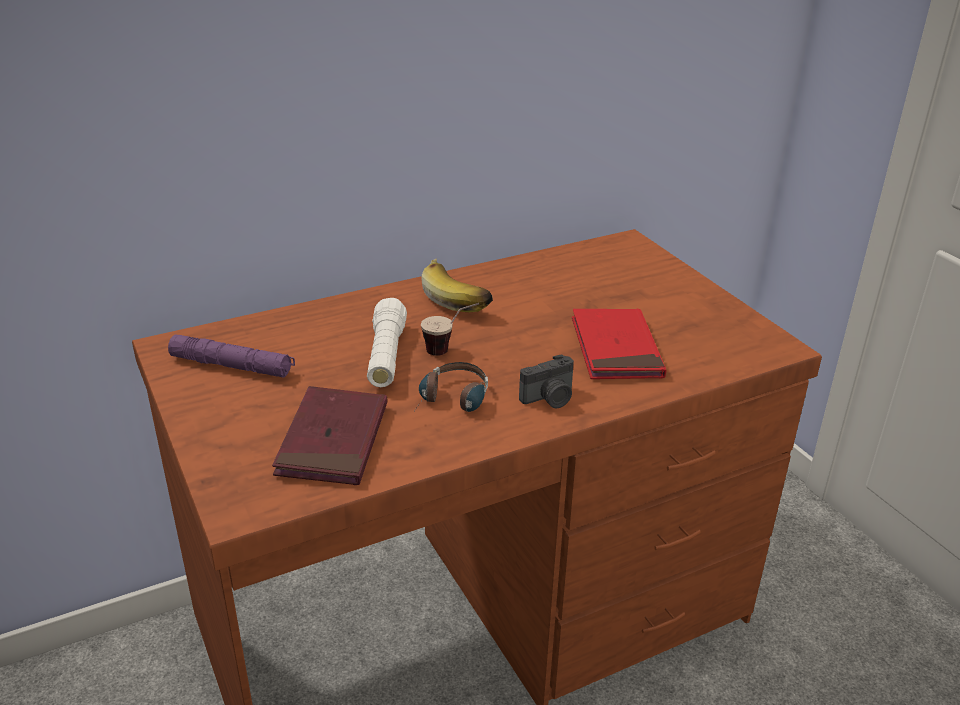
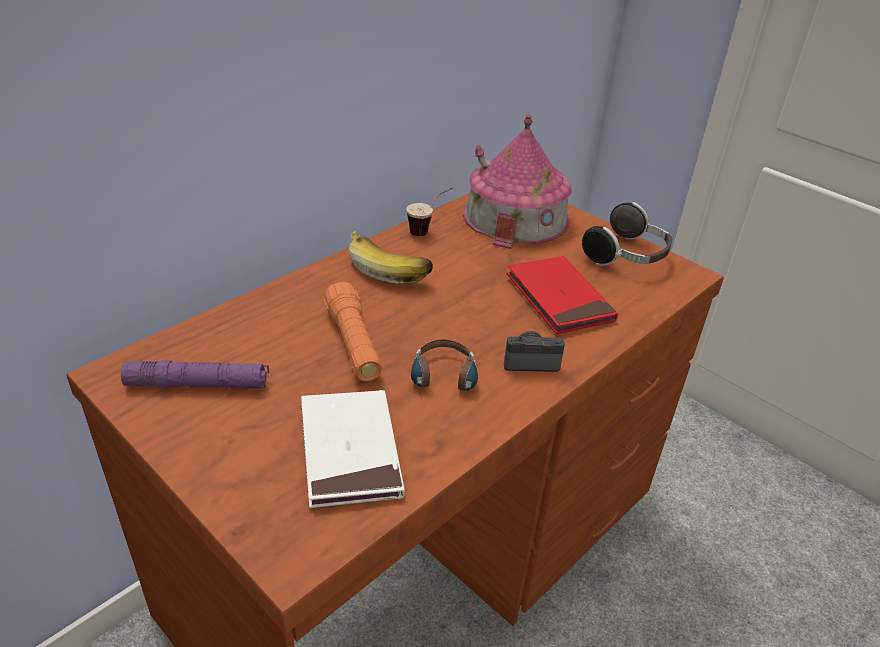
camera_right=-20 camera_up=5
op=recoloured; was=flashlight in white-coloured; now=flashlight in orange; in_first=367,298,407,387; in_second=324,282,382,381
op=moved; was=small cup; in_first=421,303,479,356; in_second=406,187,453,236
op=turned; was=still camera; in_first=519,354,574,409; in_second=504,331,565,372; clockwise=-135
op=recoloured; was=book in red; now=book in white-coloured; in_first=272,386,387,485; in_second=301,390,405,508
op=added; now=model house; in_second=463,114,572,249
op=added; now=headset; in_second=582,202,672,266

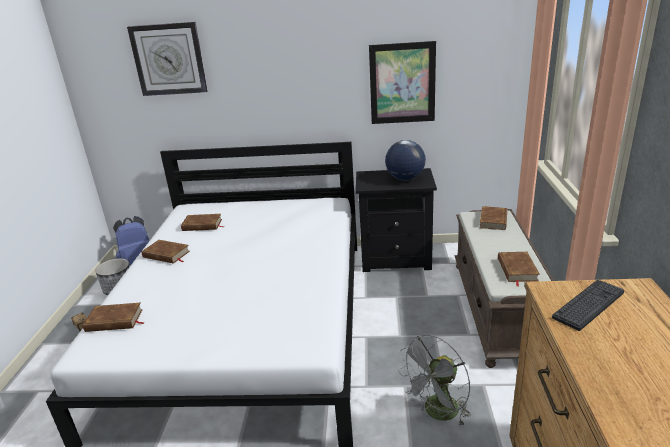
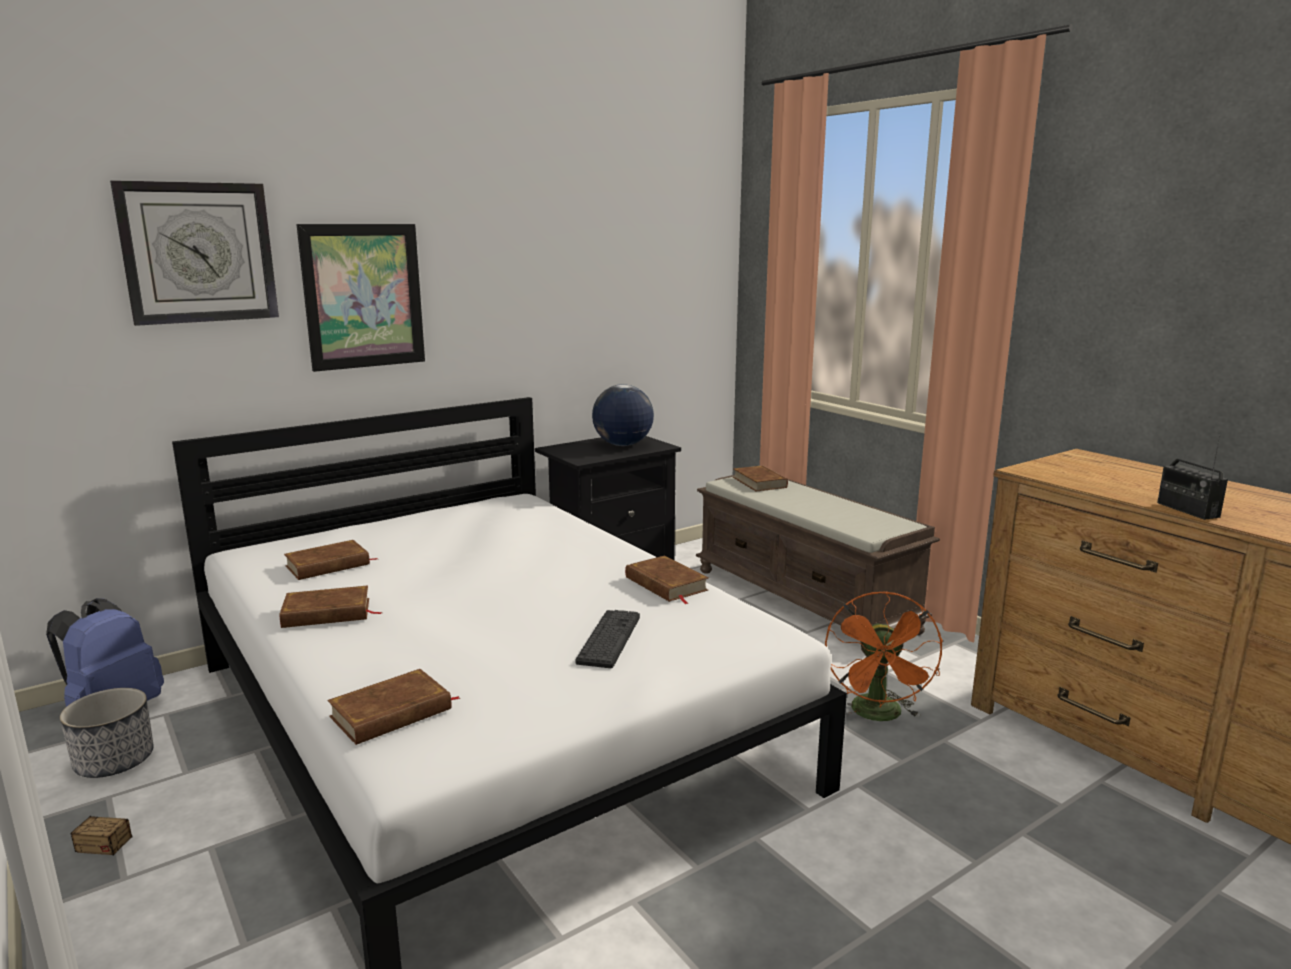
camera_right=-40 camera_up=-10
op=moved; was=wall art; in_first=369,41,436,124; in_second=296,224,425,372
op=moved; was=book in brownish; in_first=498,252,540,287; in_second=625,555,709,604
op=moved; was=computer keyboard; in_first=552,280,624,331; in_second=576,610,640,668
op=recoloured; was=cooling fan in gray; now=cooling fan in orange; in_first=398,335,471,427; in_second=825,591,943,721
op=added; now=radio receiver; in_second=1157,435,1228,520

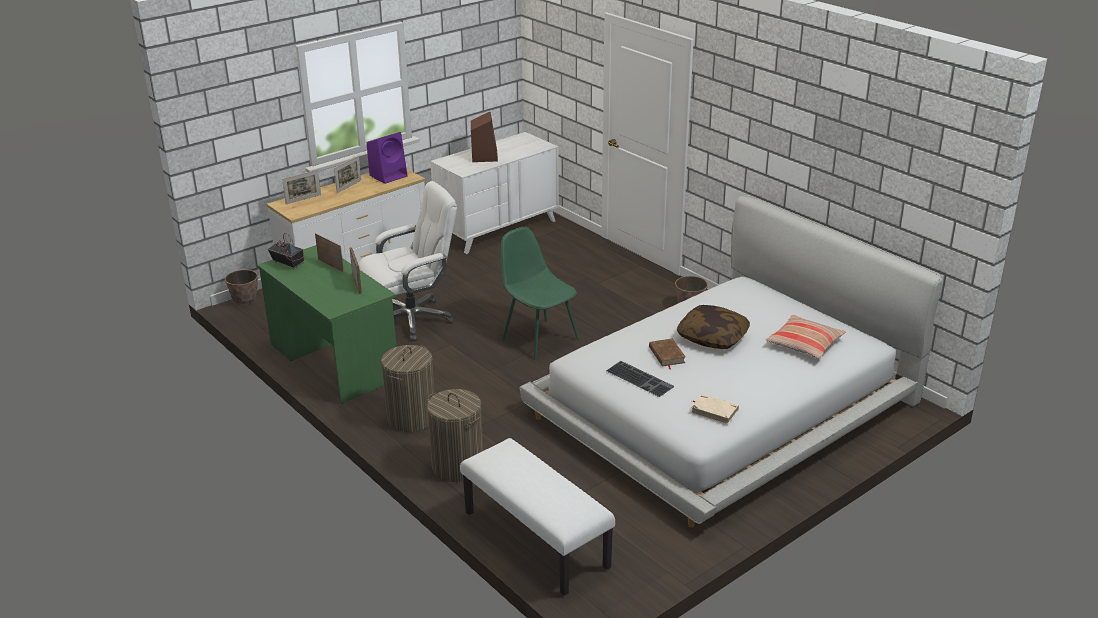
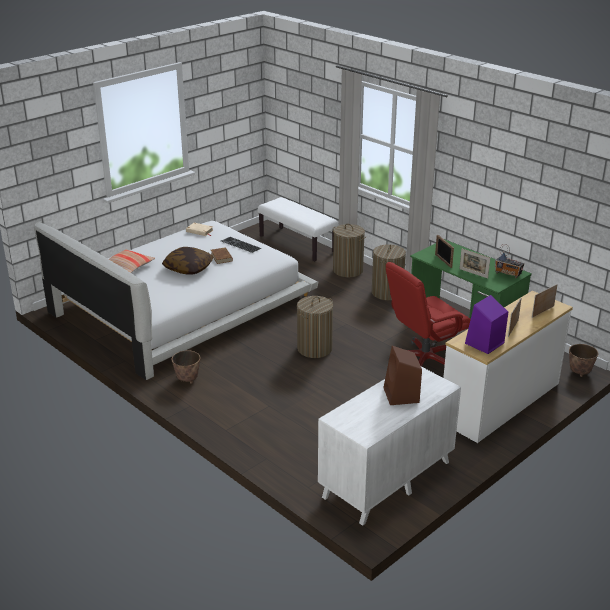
camera_right=175 camera_up=0
op=recoloured; was=office chair in white-coloured; now=office chair in red; in_first=358,181,457,341; in_second=386,262,471,367
op=replaced; was=chair in green; now=laundry basket; in_first=501,227,580,360; in_second=297,296,333,358

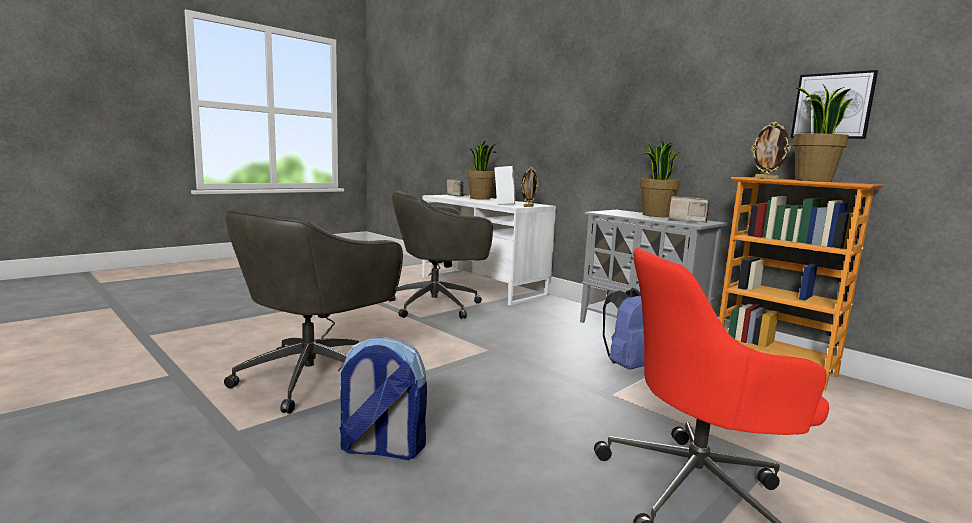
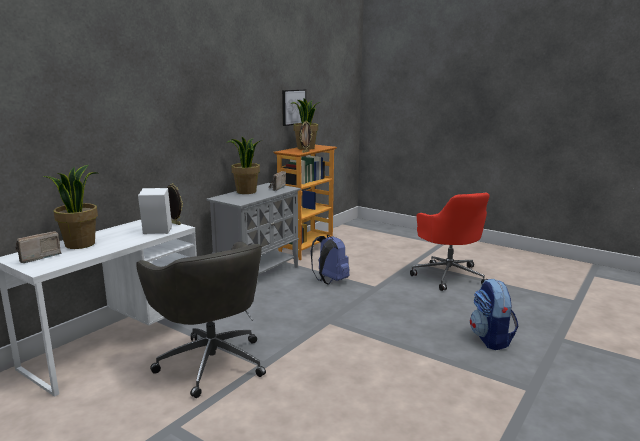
camera_right=-100 camera_up=5
op=removed; was=office chair in gray; in_first=224,209,403,414

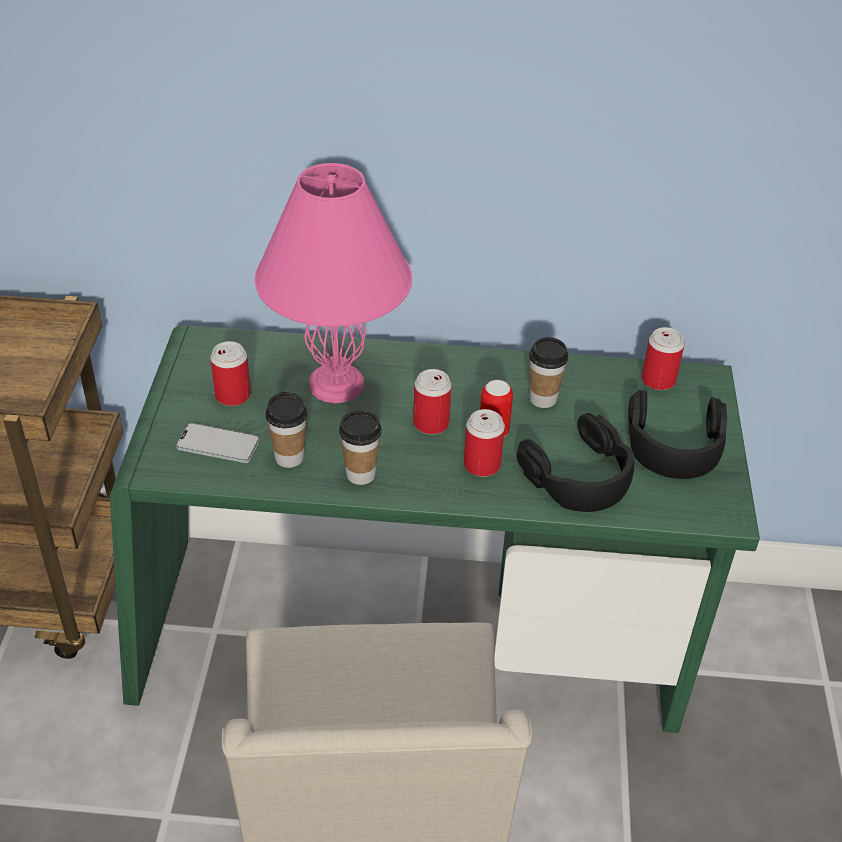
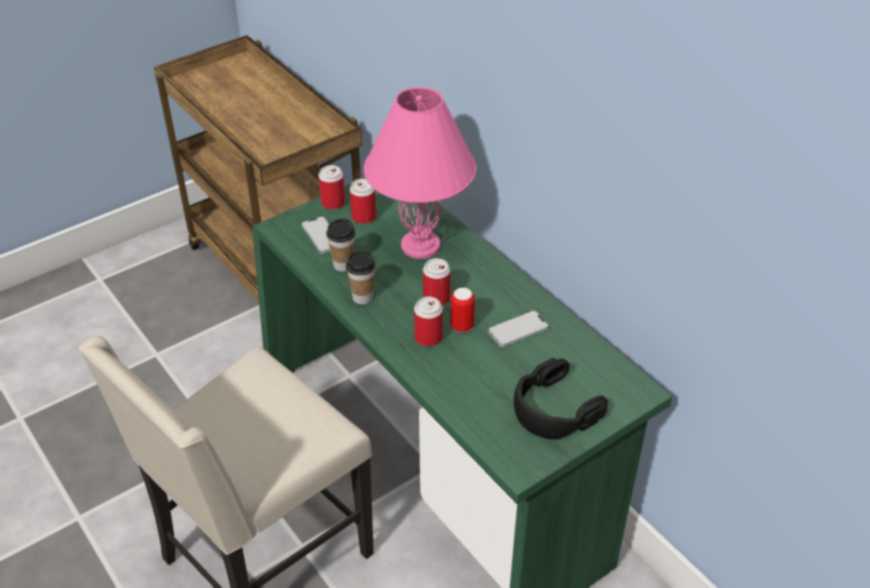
camera_right=50 camera_up=0
op=moved; was=metal can; in_first=642,327,685,390; in_second=318,165,345,210
op=replaced; was=small cup; now=phone; in_first=529,337,568,408; in_second=488,310,549,347
op=removed; was=headset in black-coloured; in_first=516,413,634,512

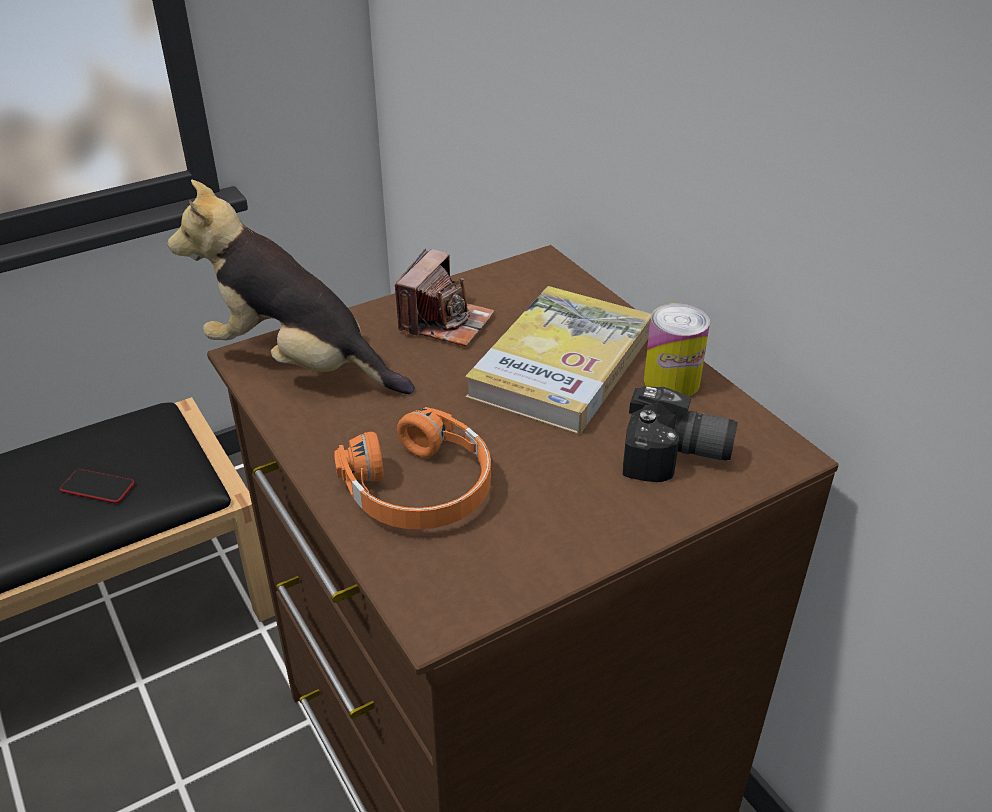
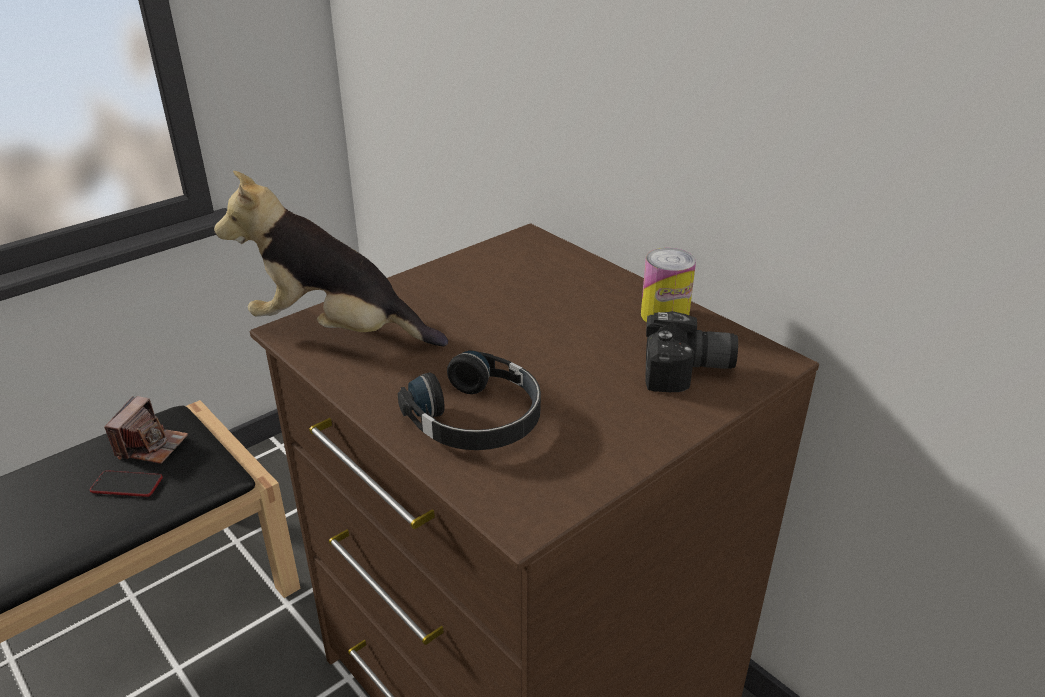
camera_right=-10 camera_up=-5
op=moved; was=still camera; in_first=395,248,495,347; in_second=104,396,188,464
op=removed; was=book; in_first=465,286,651,434
op=recoloured; was=headset in orange; now=headset in black-coloured; in_first=335,407,491,529; in_second=397,350,541,450

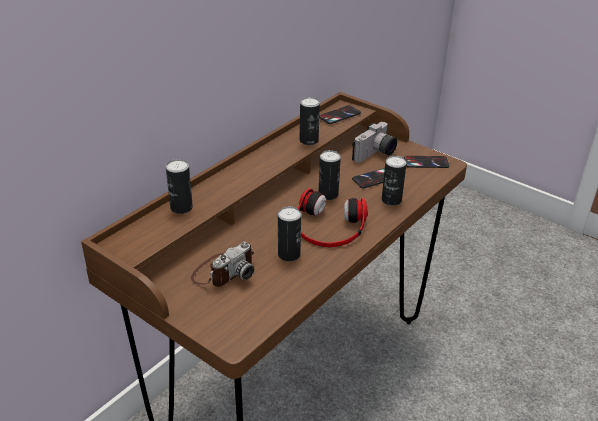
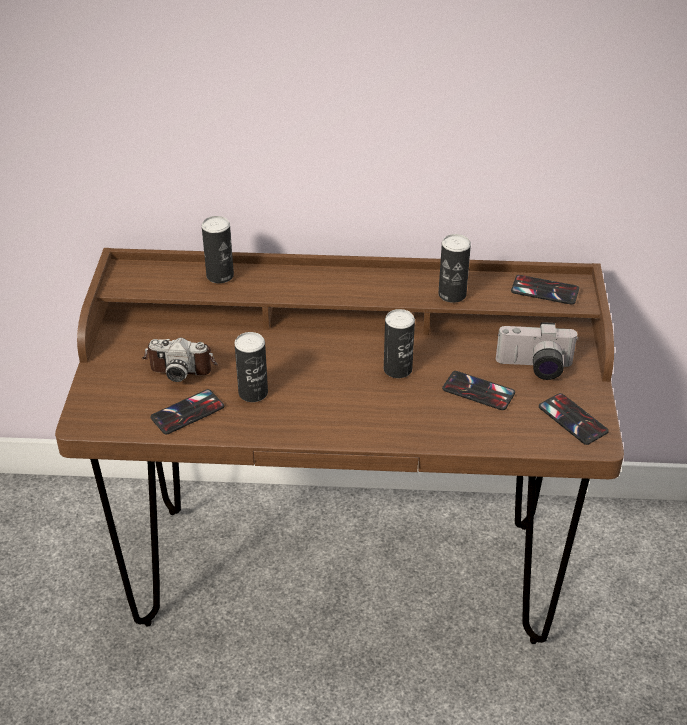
camera_right=55 camera_up=5
op=removed; was=metal can; in_first=382,156,407,206
op=removed; was=headset; in_first=297,189,368,247
op=added; now=phone; in_second=150,389,224,435

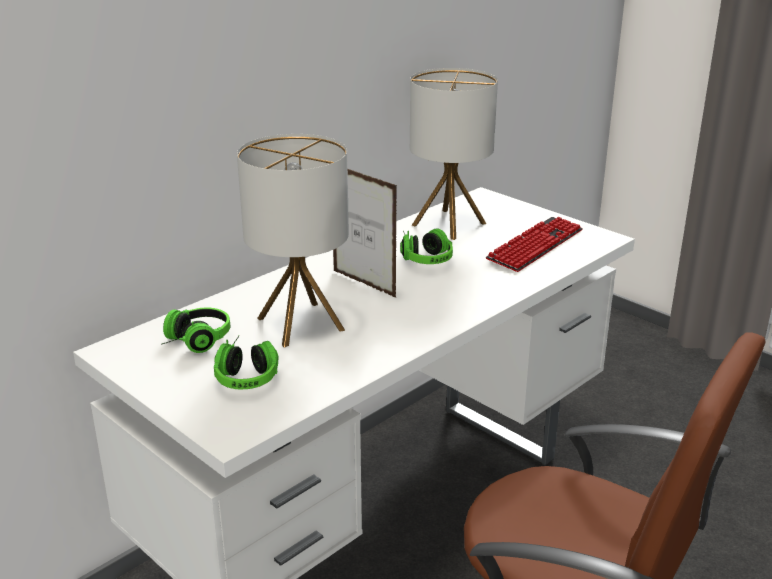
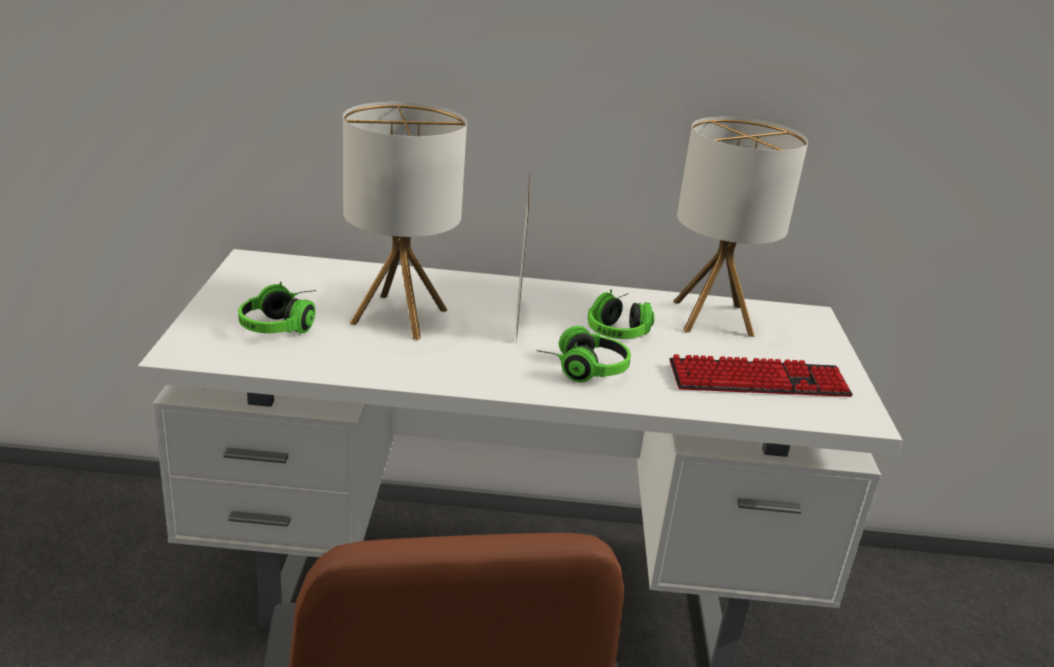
camera_right=45 camera_up=0
op=moved; was=headset; in_first=161,308,230,353; in_second=537,326,631,382

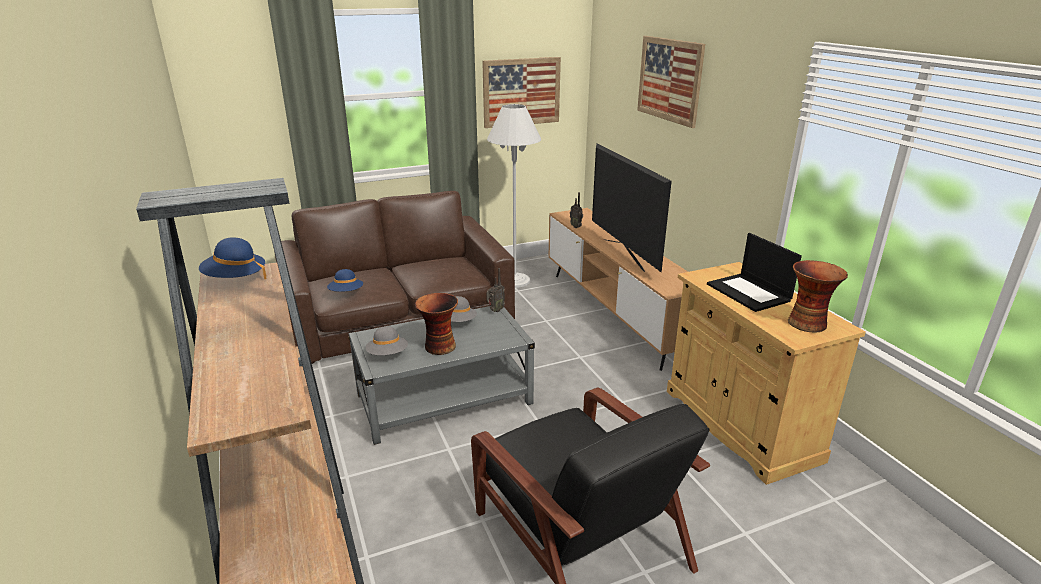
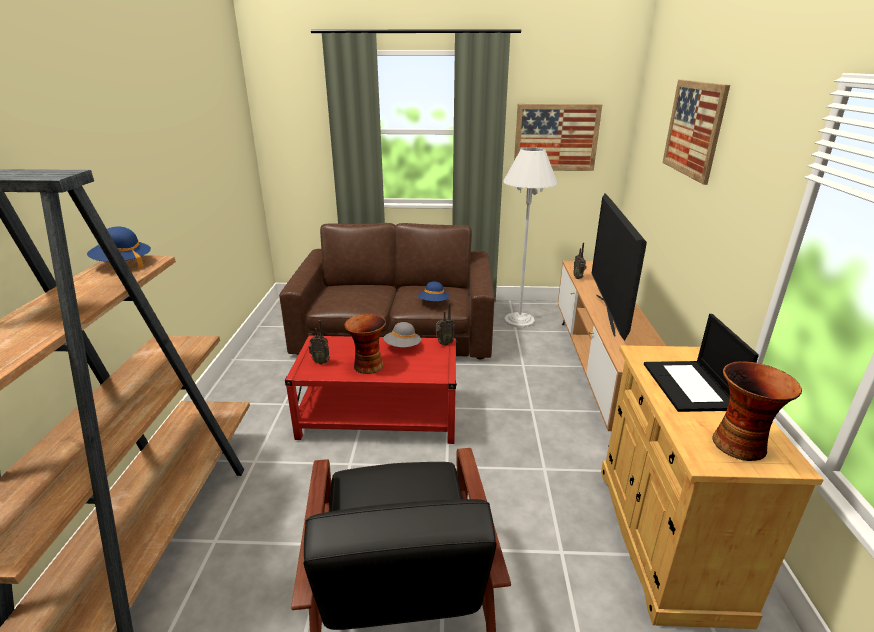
camera_right=25 camera_up=0
op=moved; was=hat in blue; in_first=327,269,363,292; in_second=418,281,449,301
op=recoloured; was=coffee table in gray; now=coffee table in red; in_first=348,306,535,445; in_second=285,336,457,444
op=replaced; was=hat in gray; now=radio receiver; in_first=366,326,408,355; in_second=308,320,330,365

